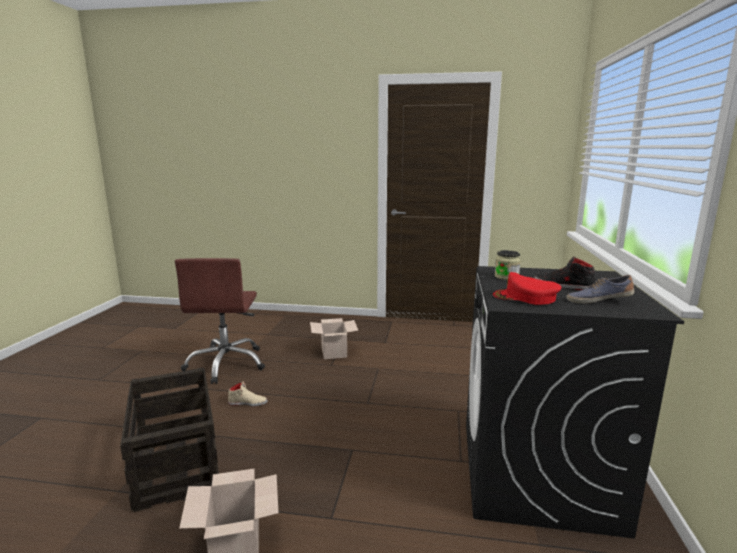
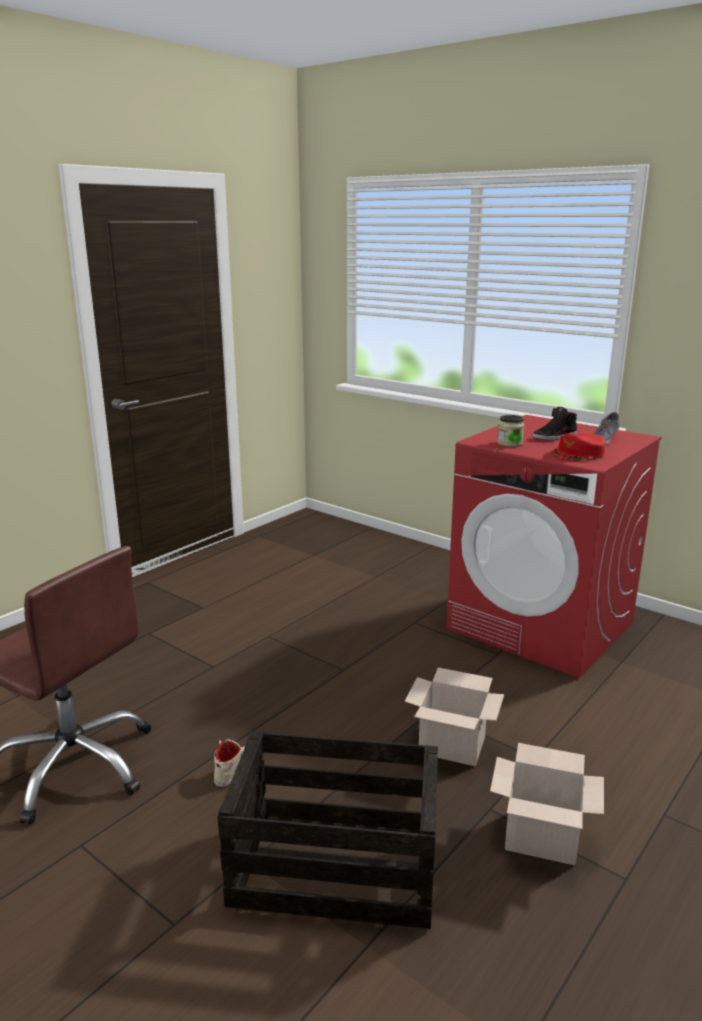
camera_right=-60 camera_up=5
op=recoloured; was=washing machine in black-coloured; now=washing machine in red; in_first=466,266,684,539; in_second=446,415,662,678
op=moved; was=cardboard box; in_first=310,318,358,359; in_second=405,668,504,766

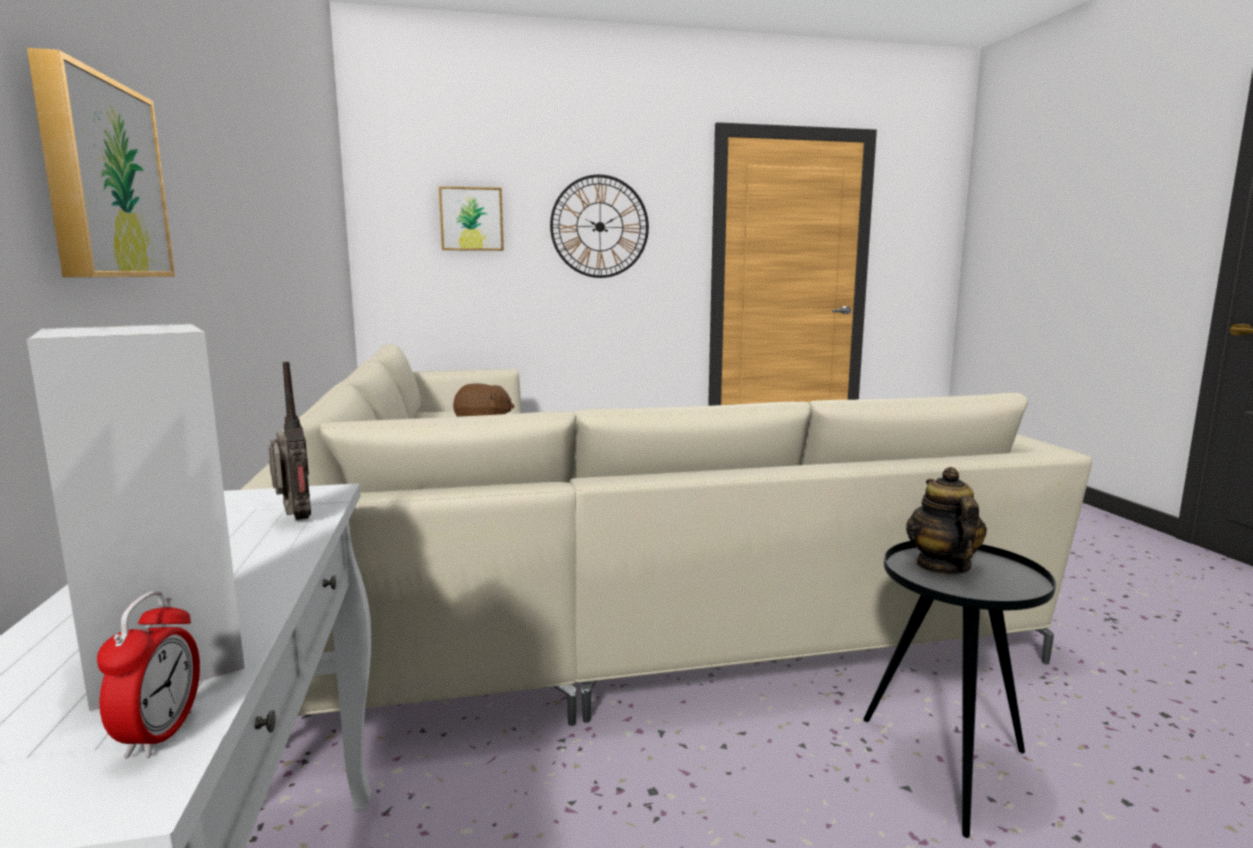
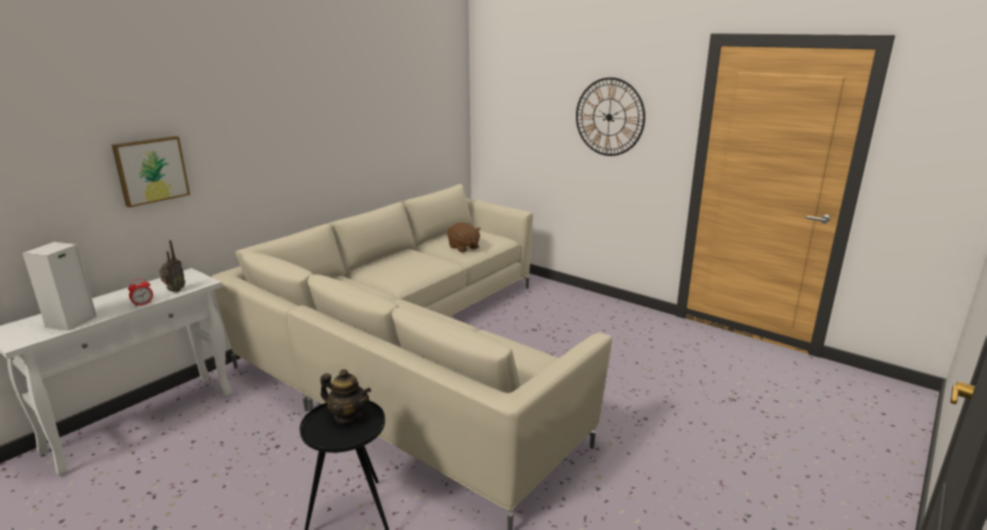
camera_right=50 camera_up=10
op=removed; was=wall art; in_first=439,186,504,251
op=turned; was=teapot; in_first=906,467,987,575; in_second=320,369,371,424; clockwise=60
op=moved; was=table clock; in_first=97,591,200,759; in_second=128,278,153,307

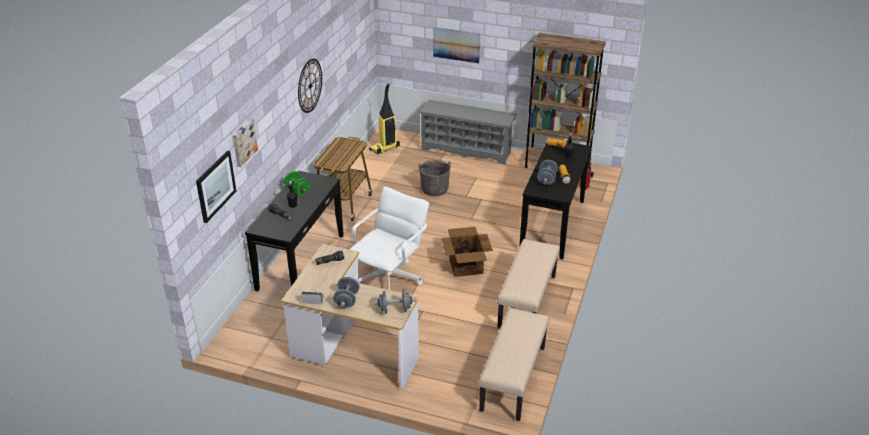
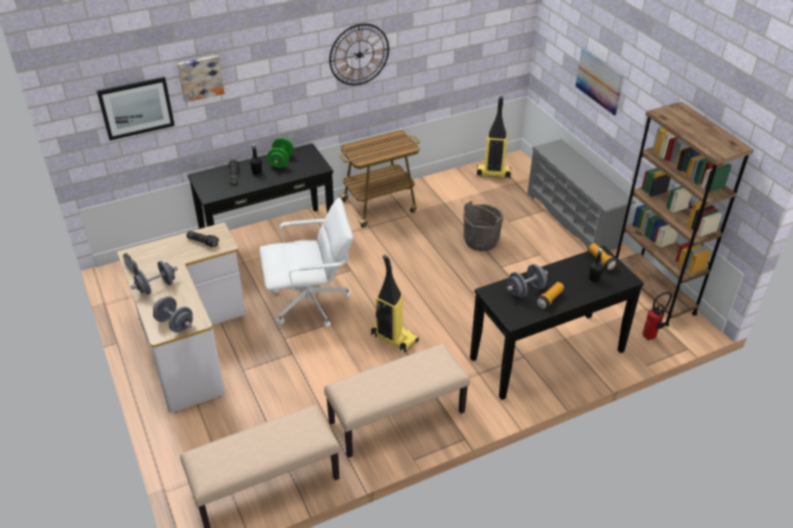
camera_right=45 camera_up=5
op=replaced; was=cardboard box; now=vacuum; in_first=441,227,493,277; in_second=371,255,419,353

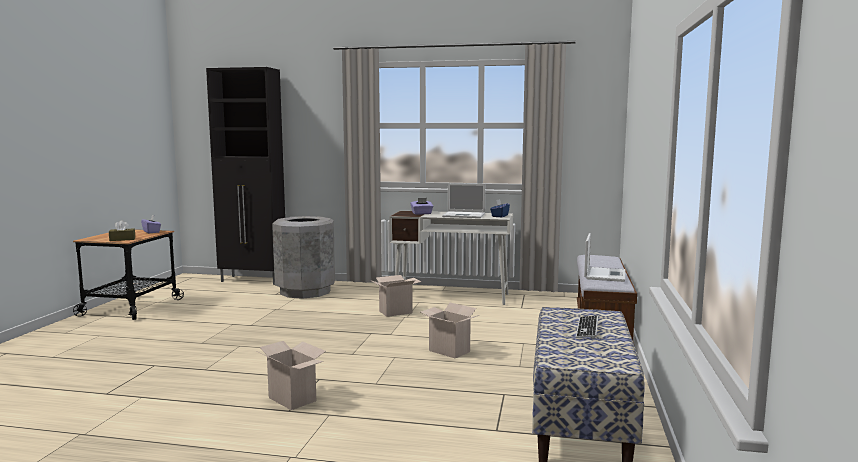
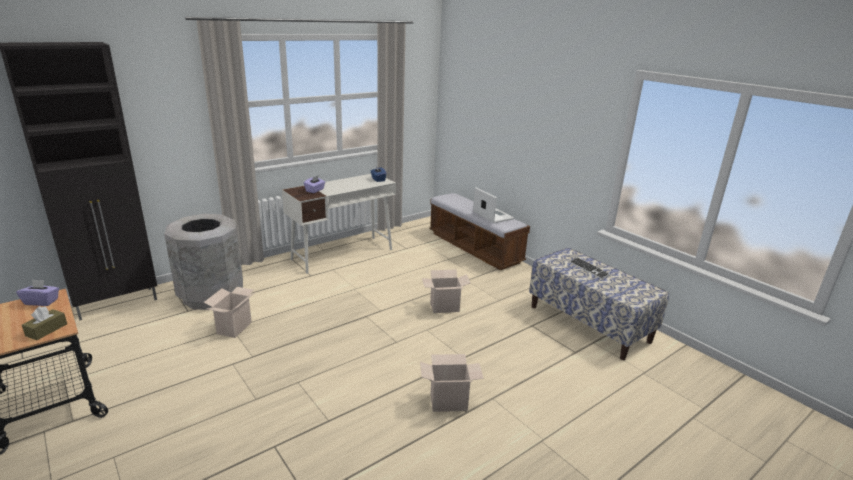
camera_right=-50 camera_up=15
op=removed; was=portable computer; in_first=442,183,485,218
op=moved; was=cardboard box; in_first=370,275,421,317; in_second=204,287,254,338

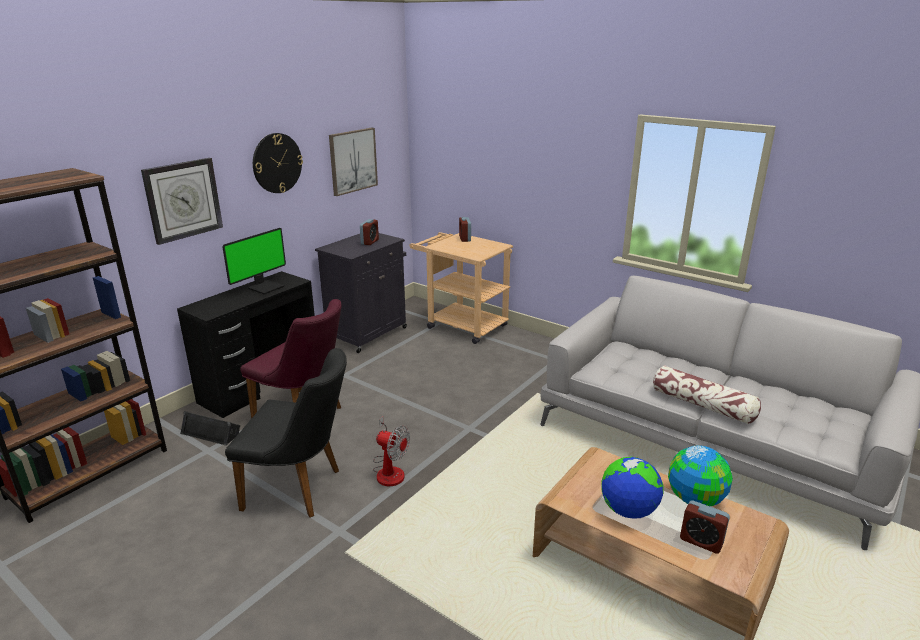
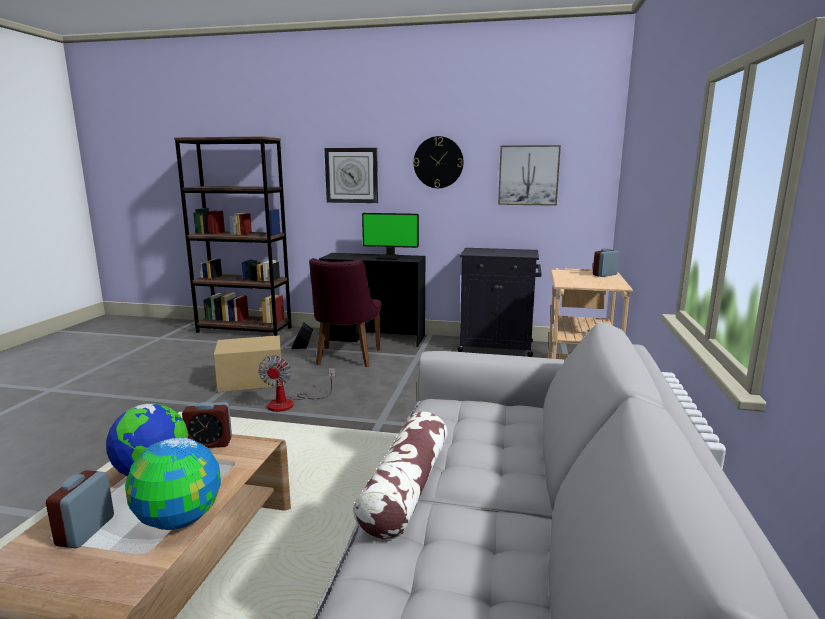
camera_right=65 camera_up=-10
op=moved; was=table clock; in_first=360,219,379,245; in_second=182,402,232,448
op=replaced; was=chair in black-coloured; now=cardboard box; in_first=225,348,347,518; in_second=214,335,281,392

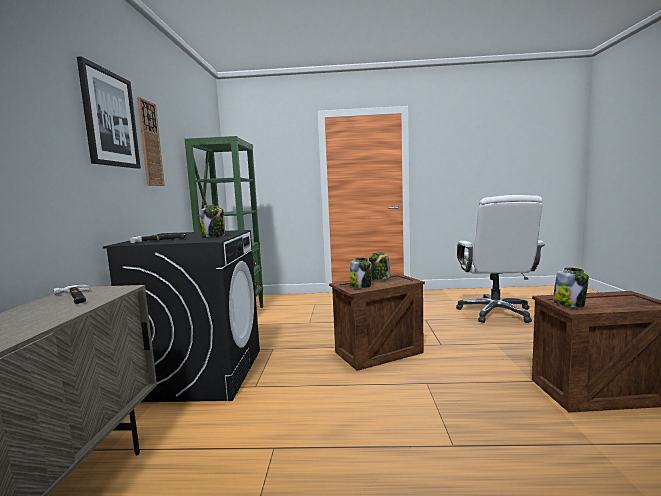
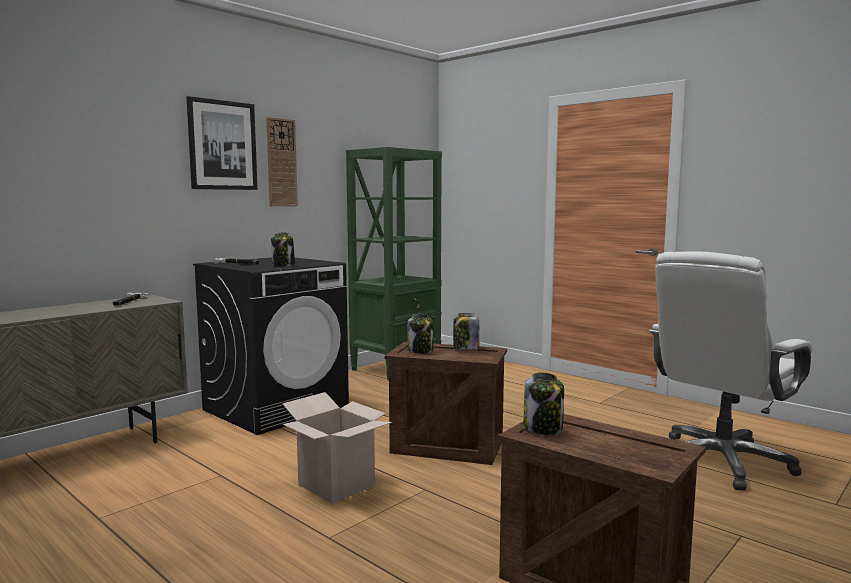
camera_right=40 camera_up=0
op=added; now=cardboard box; in_second=282,392,392,504

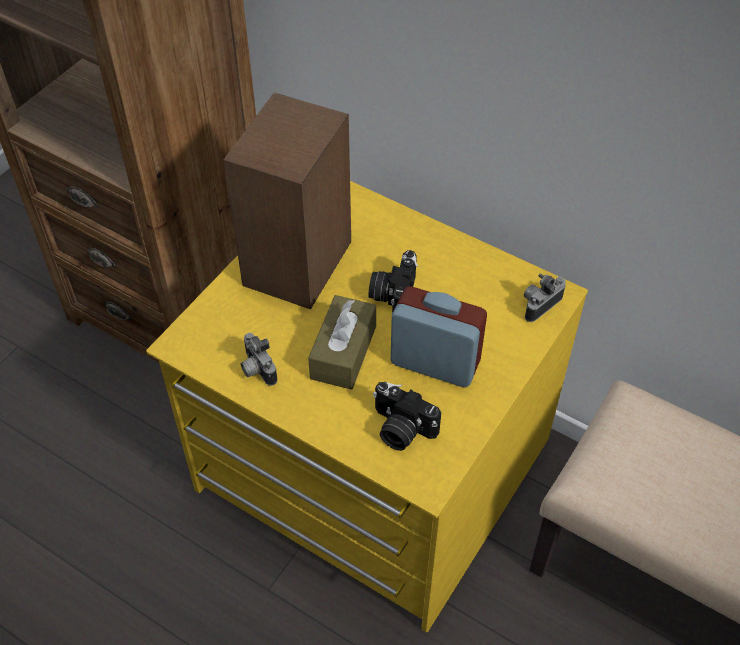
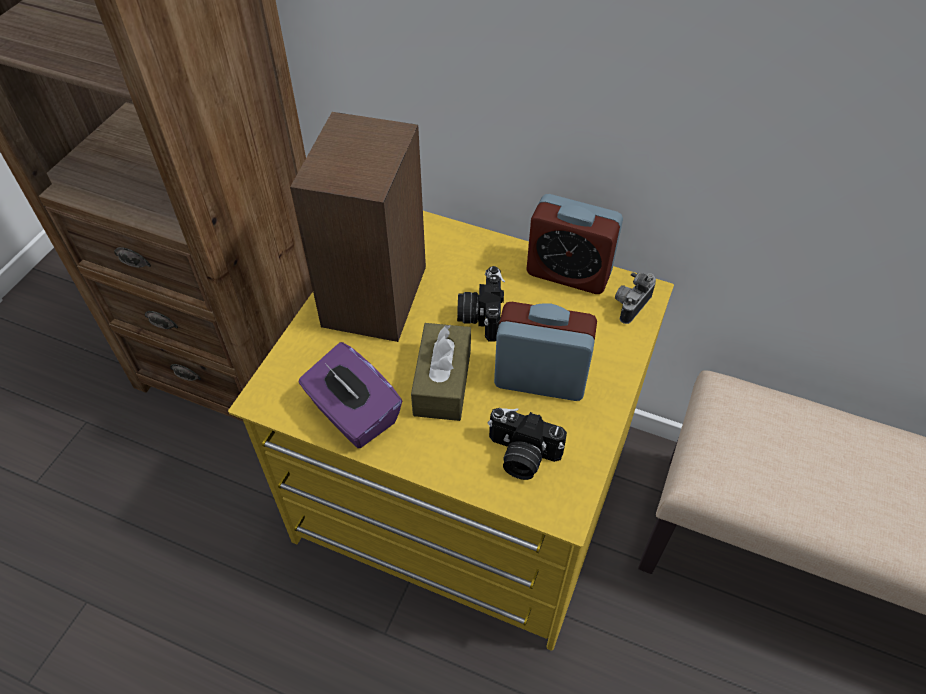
camera_right=-10 camera_up=0
op=replaced; was=still camera; now=tissue box in purple-coloured; in_first=241,333,278,386; in_second=299,342,402,448
op=added; now=table clock; in_second=526,194,623,294

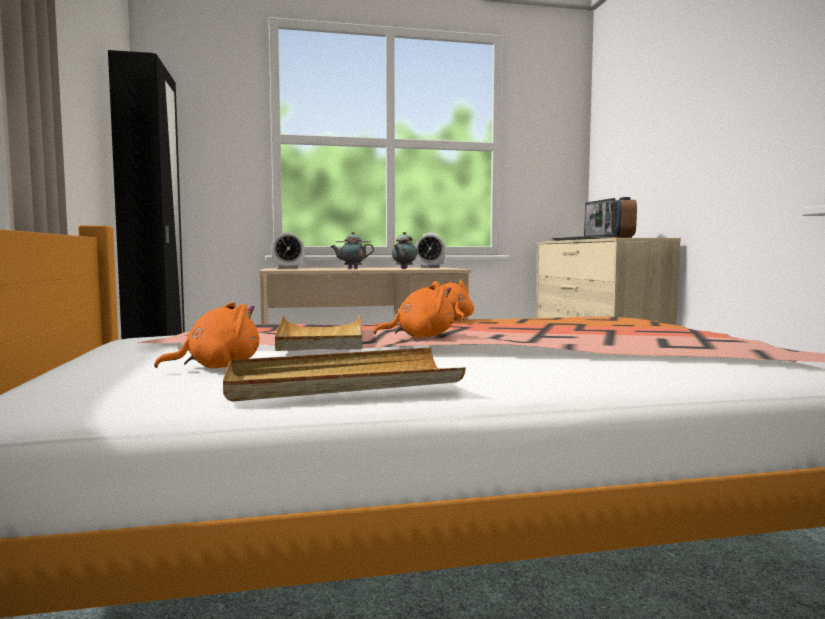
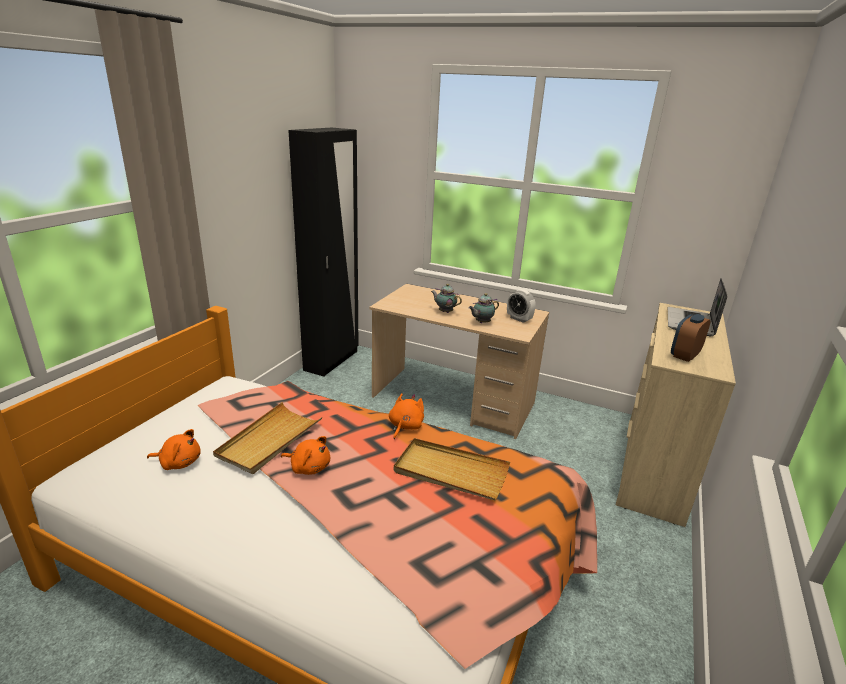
camera_right=35 camera_up=20
op=removed; was=table clock; in_first=271,232,305,269
op=moved; was=serving tray in sand-coloured; in_first=223,347,466,402; in_second=394,438,510,500

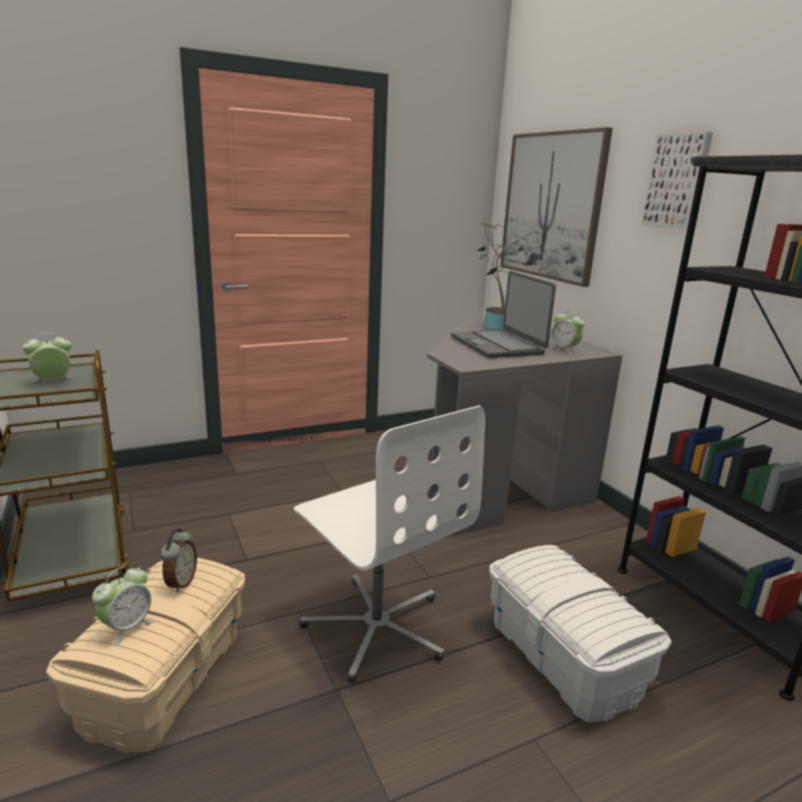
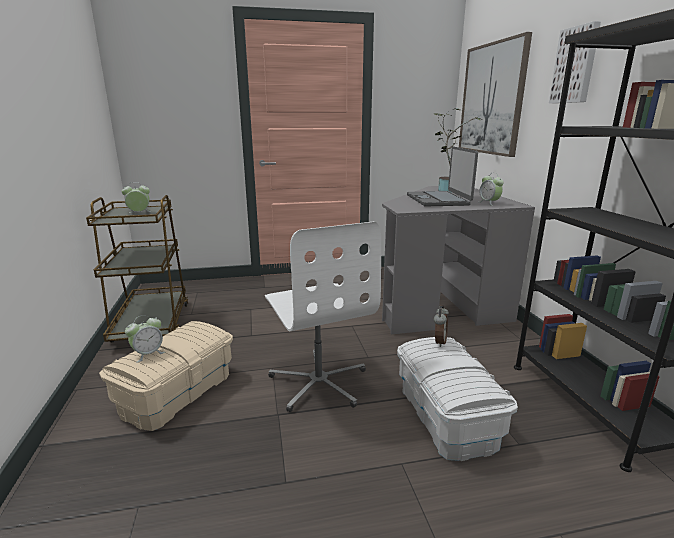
camera_right=15 camera_up=0
op=moved; was=table clock; in_first=160,529,197,593; in_second=434,305,449,347

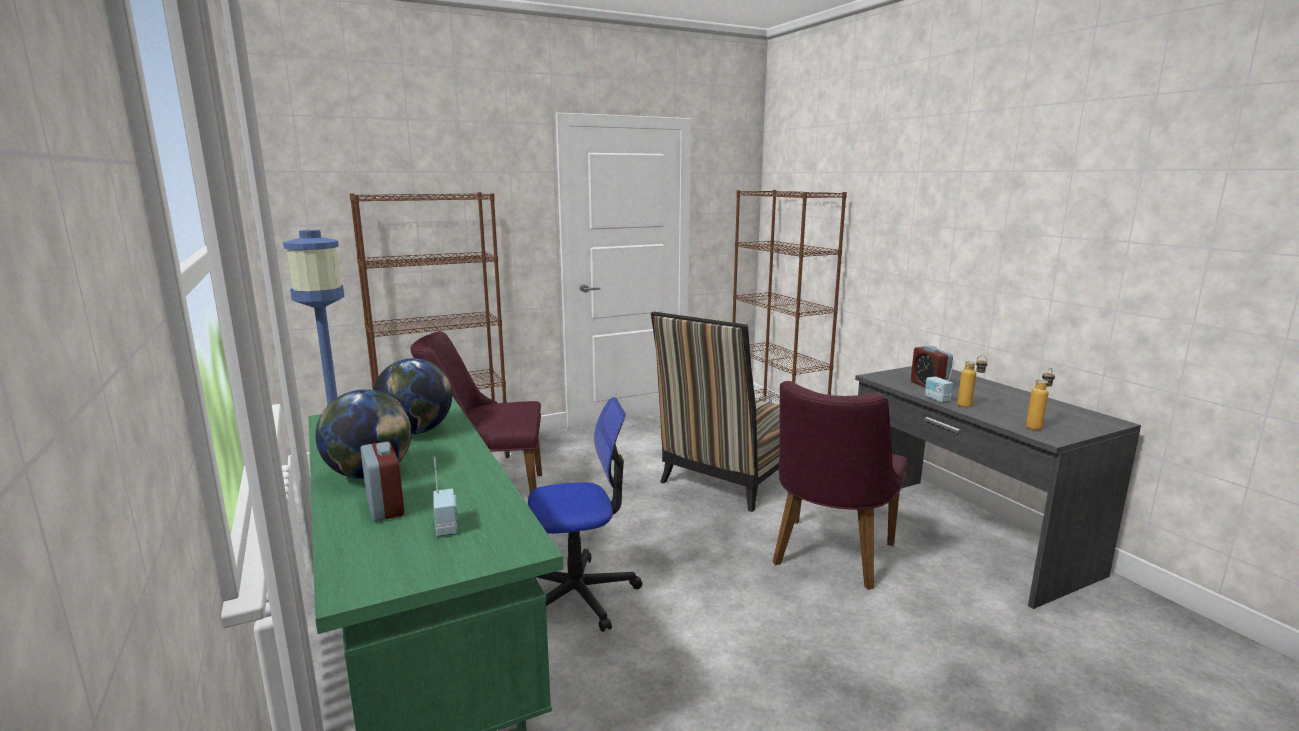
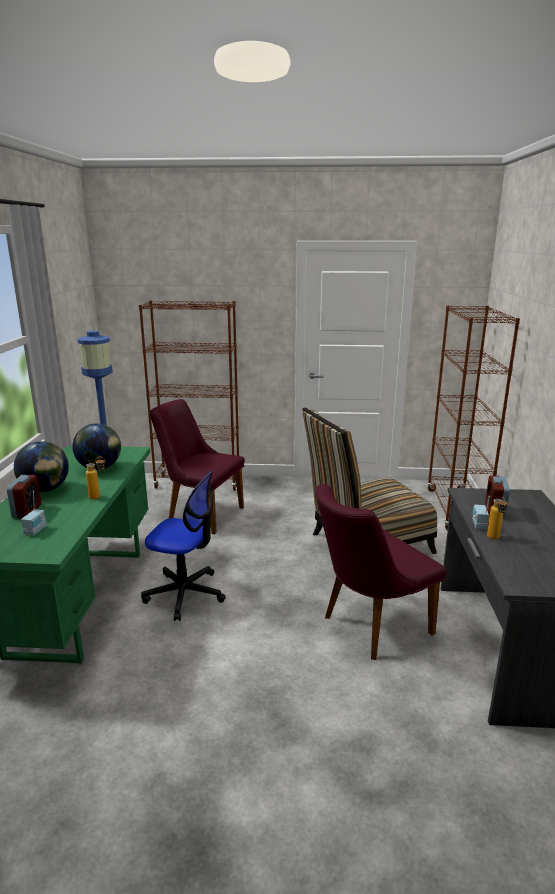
camera_right=30 camera_up=5
op=moved; was=beverage bottle; in_first=1026,368,1055,430; in_second=86,457,105,499

